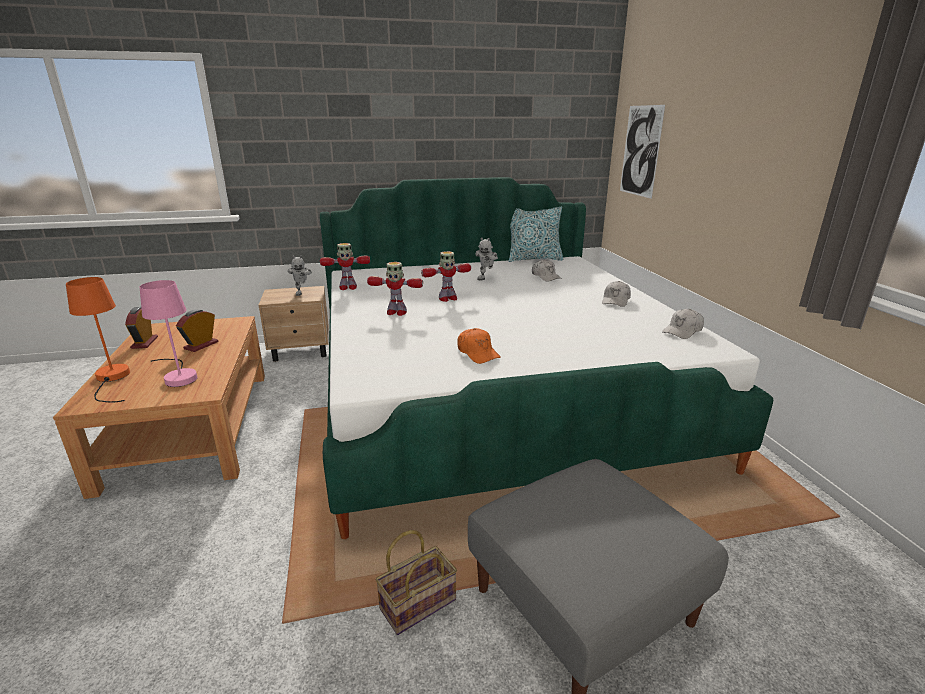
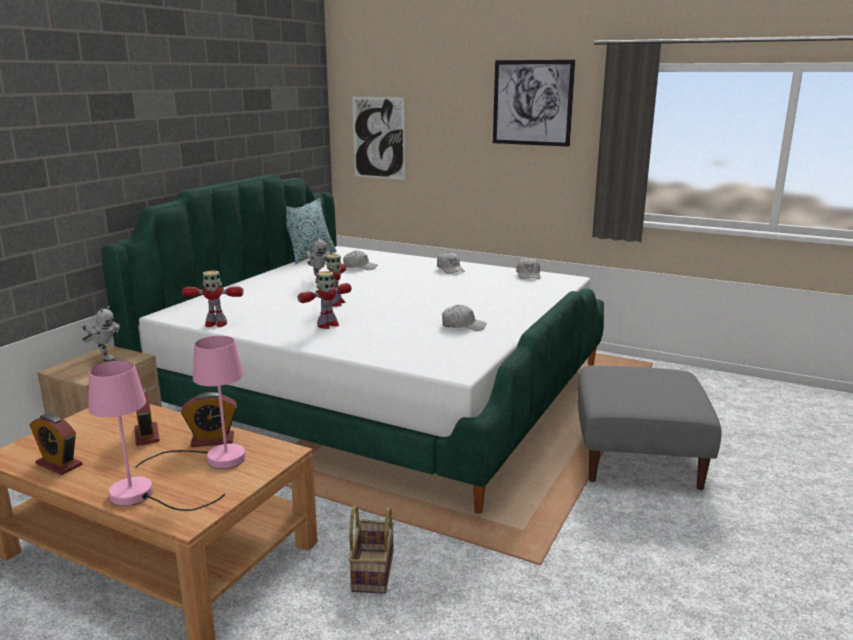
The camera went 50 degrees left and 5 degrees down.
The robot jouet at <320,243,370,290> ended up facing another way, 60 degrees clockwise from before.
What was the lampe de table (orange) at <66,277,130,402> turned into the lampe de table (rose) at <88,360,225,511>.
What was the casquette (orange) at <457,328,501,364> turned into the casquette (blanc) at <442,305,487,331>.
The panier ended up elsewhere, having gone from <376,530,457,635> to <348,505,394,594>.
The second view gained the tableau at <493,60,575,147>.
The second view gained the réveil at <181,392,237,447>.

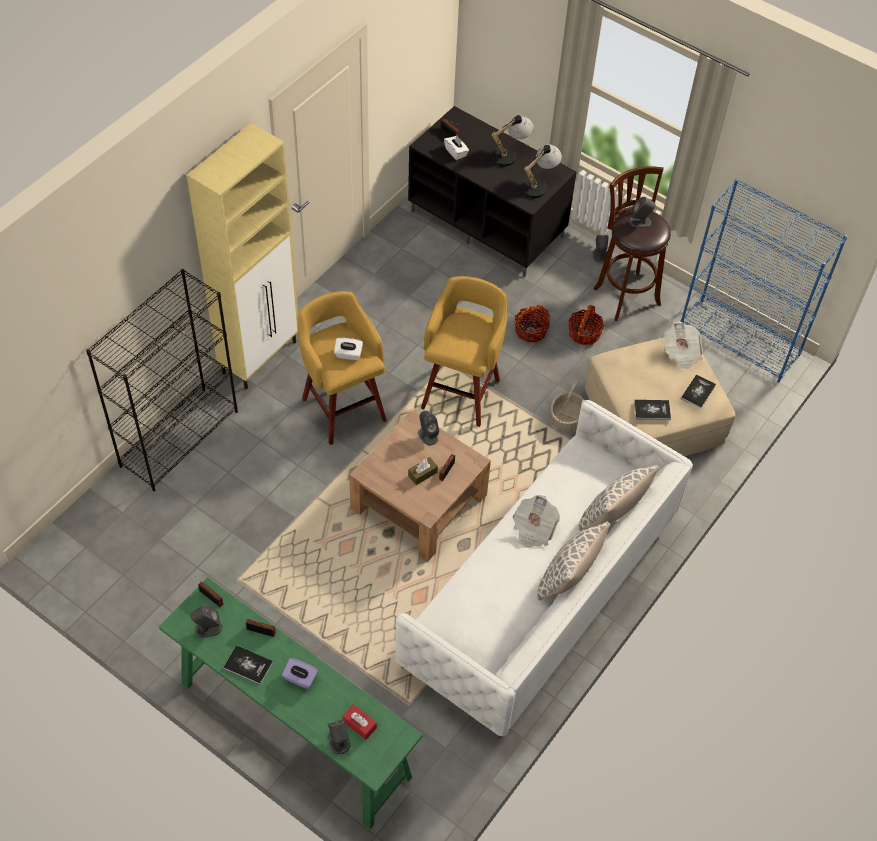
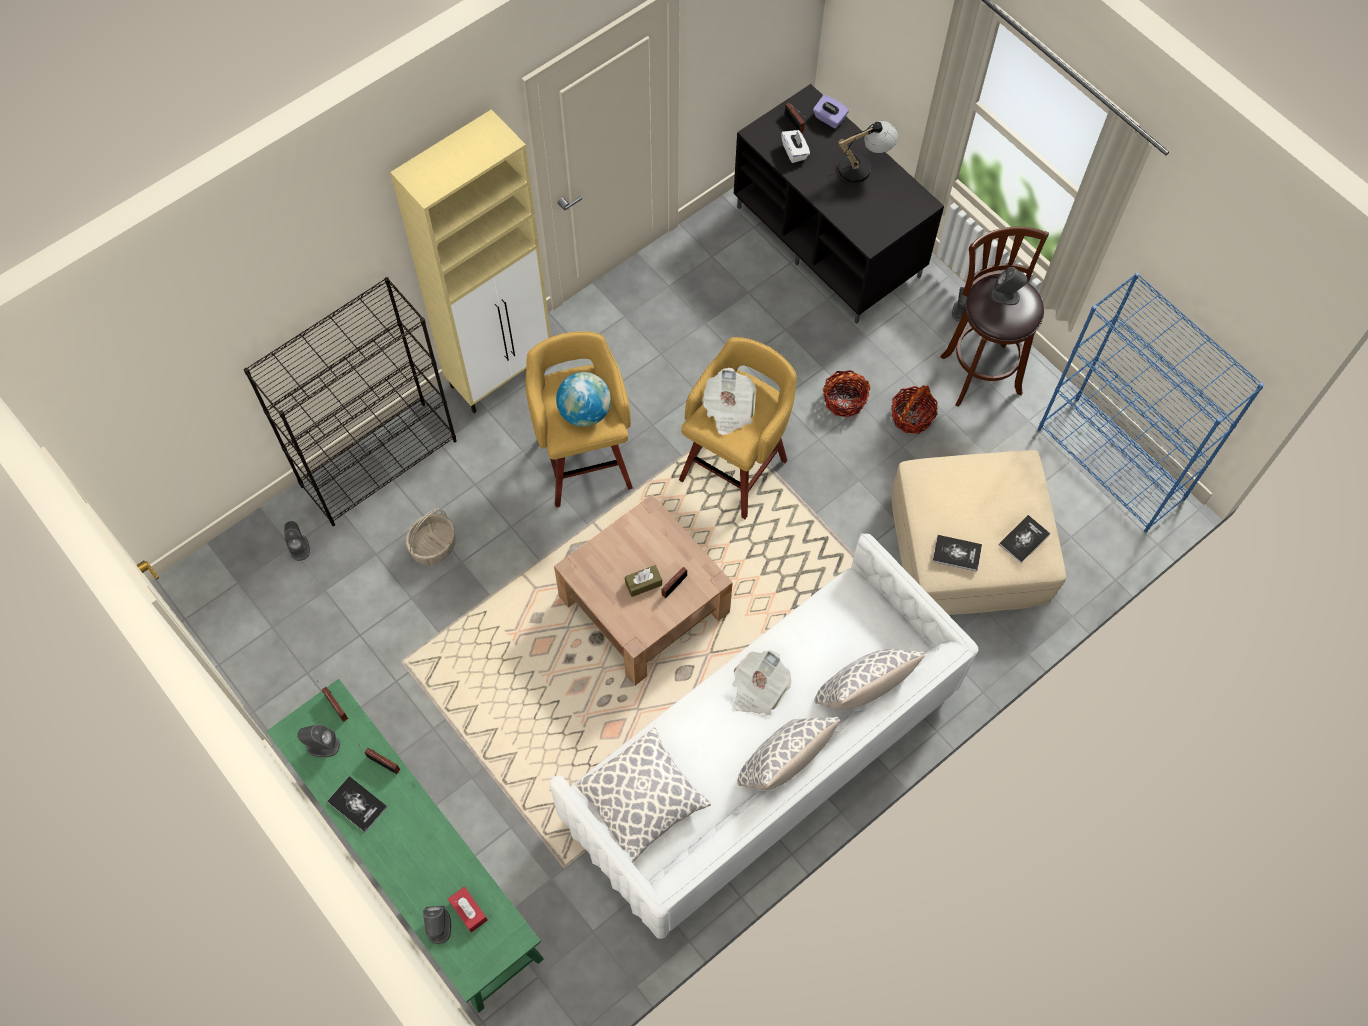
The camera went 15 degrees right and 10 degrees up.
The second view lost the lampe de table at <519,144,562,200>.
The journal ended up elsewhere, having gone from <664,321,703,371> to <702,368,757,435>.
Where the boîte à mouchoirs (blanc) stood at <334,338,363,360>, the globe came to stand at <556,372,611,427>.
The panier ended up elsewhere, having gone from <550,382,584,432> to <406,509,455,565>.
The enceinte (gris) ended up elsewhere, having gone from <418,411,439,445> to <284,521,310,561>.
The boîte à mouchoirs (violet) ended up elsewhere, having gone from <282,658,318,689> to <813,95,849,129>.
The second view gained the coussin at <575,728,711,863>.

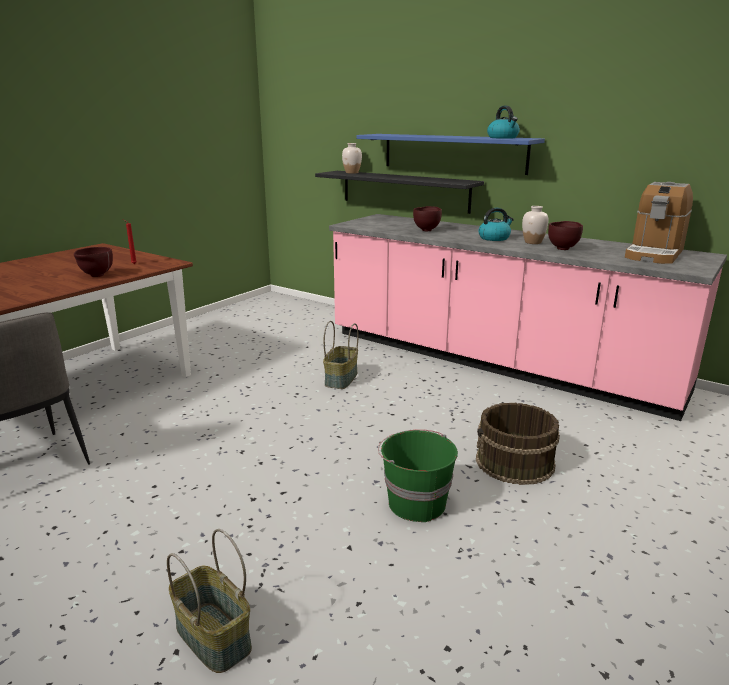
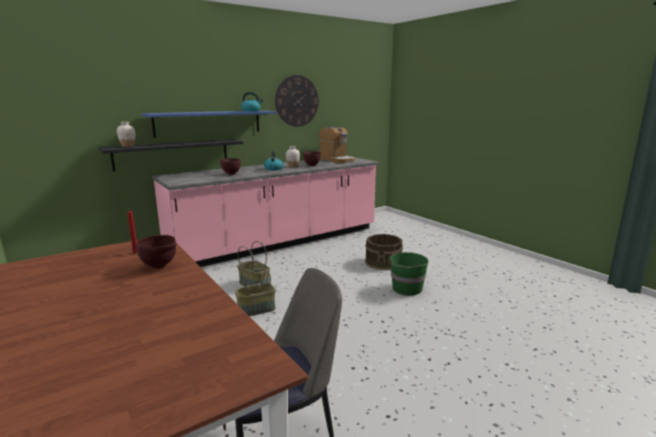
The camera went 70 degrees left and 5 degrees down.
The panier ended up elsewhere, having gone from <167,529,252,673> to <235,260,276,316>.
The second view gained the horloge murale at <275,75,319,127>.

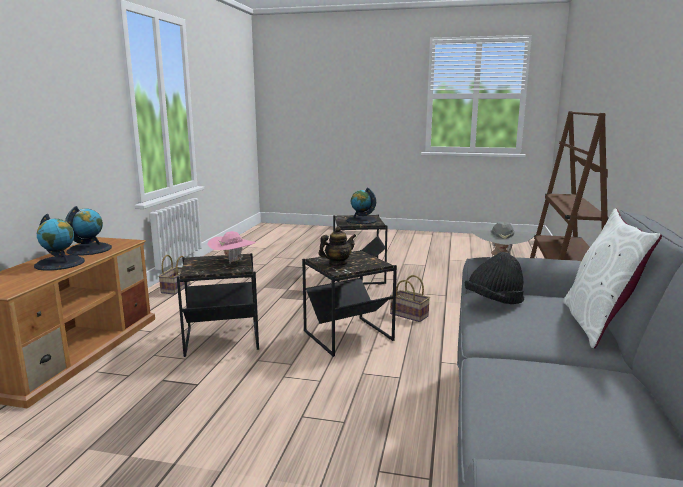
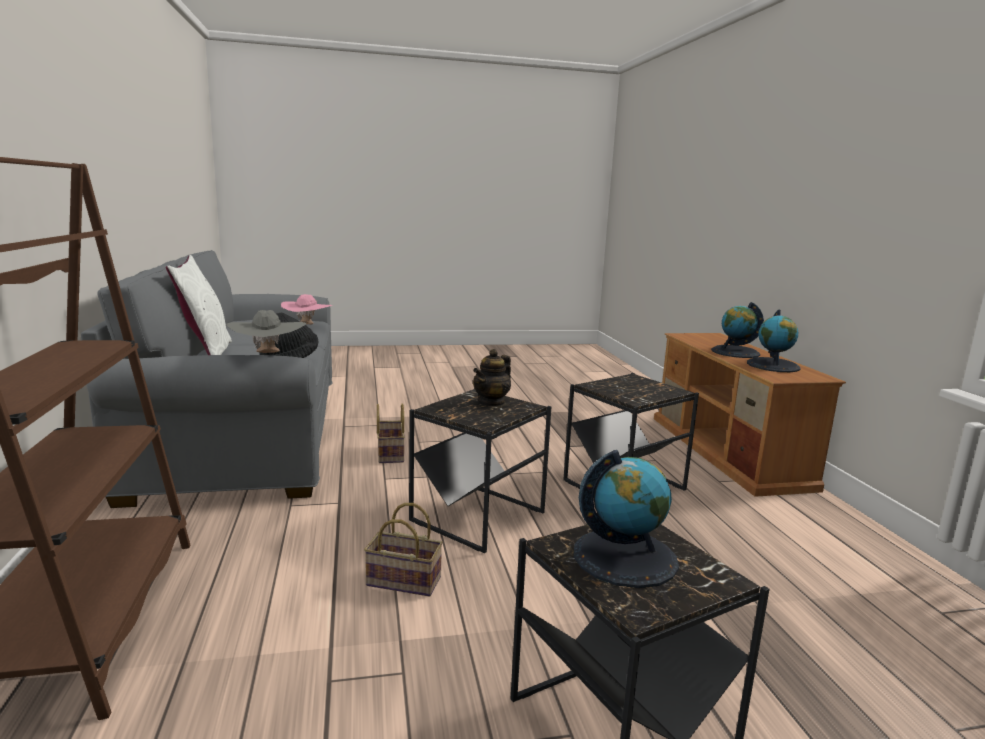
The camera went 155 degrees right and 0 degrees up.
The chapeau (rose) ended up elsewhere, having gone from <207,231,256,263> to <281,294,332,325>.
The panier ended up elsewhere, having gone from <158,255,191,294> to <377,403,405,463>.

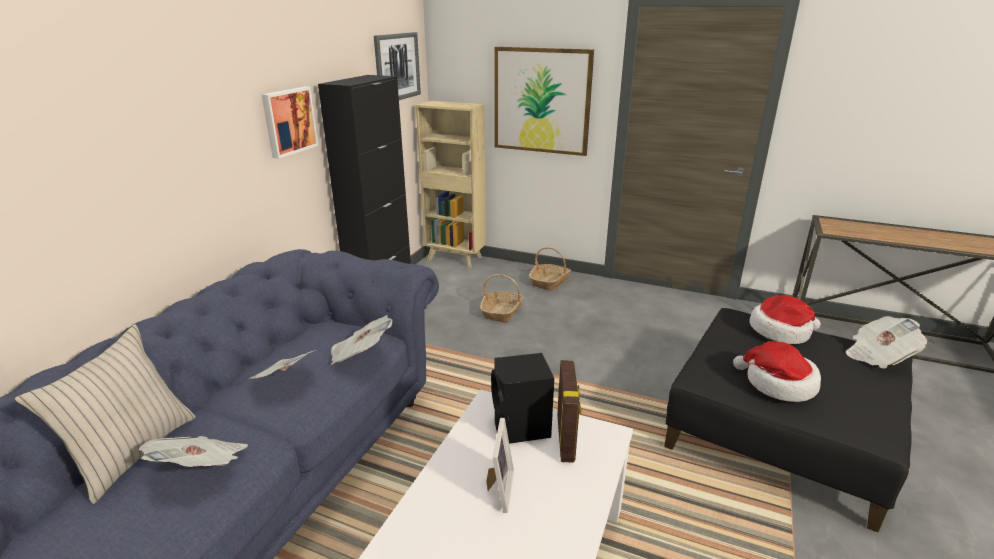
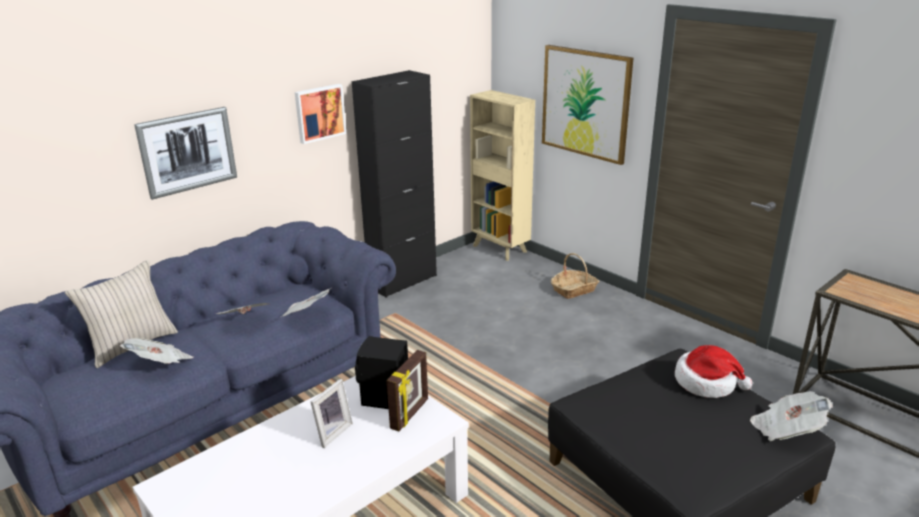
The camera went 25 degrees right and 0 degrees up.
The tableau ended up elsewhere, having gone from <374,32,421,100> to <134,107,237,200>.
The second view lost the panier at <480,274,524,323>.
The second view lost the chapeau at <733,341,821,402>.

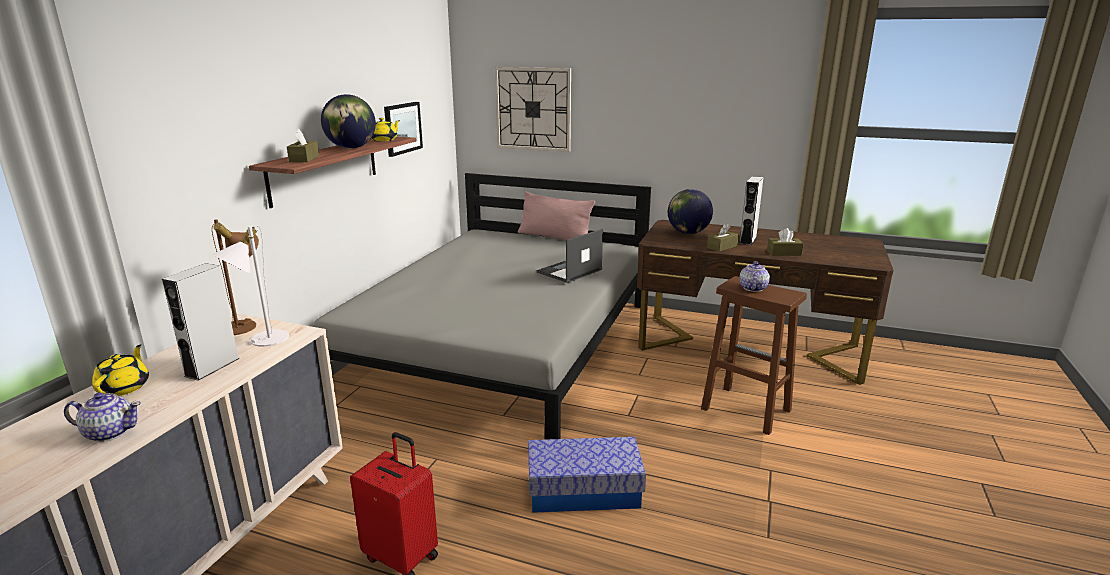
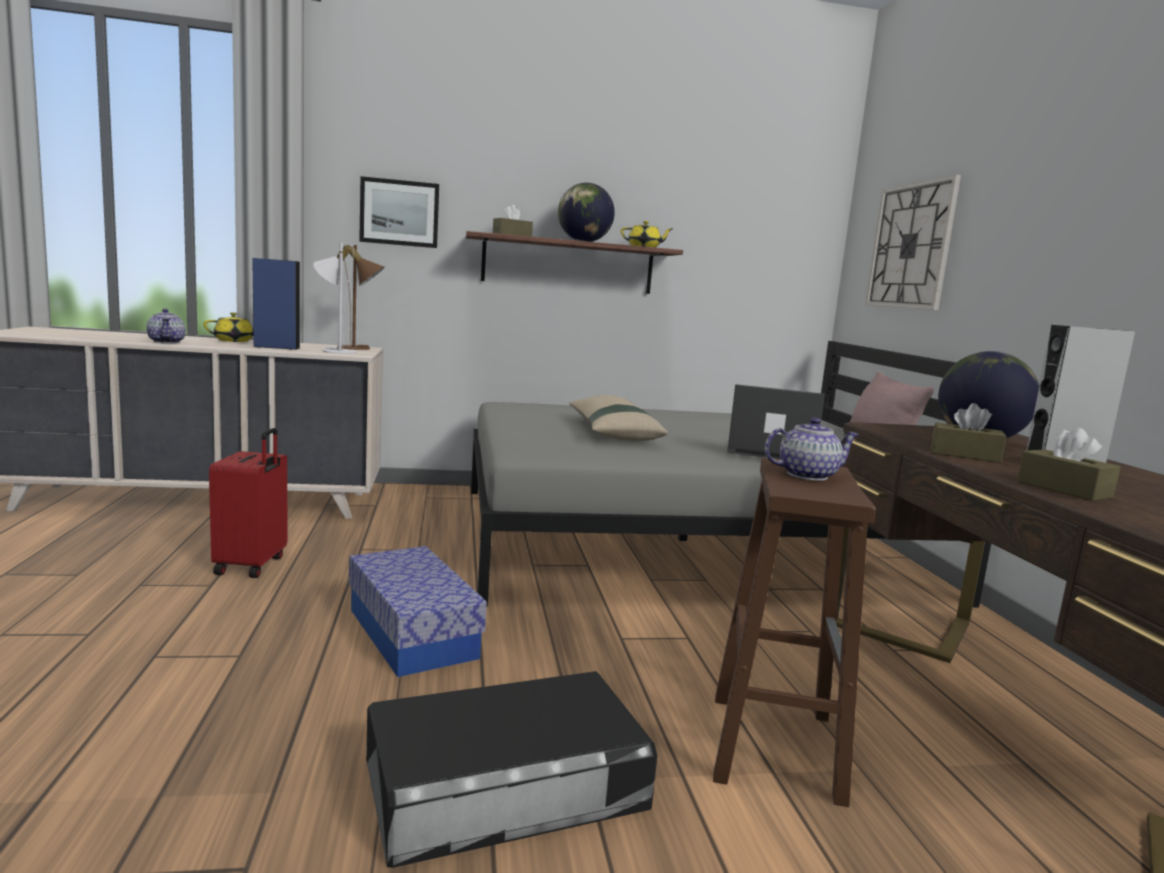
The camera went 60 degrees right and 10 degrees down.
The tableau ended up elsewhere, having gone from <384,102,423,157> to <359,176,439,248>.
What was the enceinte (gris) at <162,263,240,381> turned into the enceinte (bleu) at <252,258,300,350>.
The second view gained the coussin (beige) at <569,395,668,441>.
The second view gained the boîte de rangement (noir) at <366,671,657,868>.

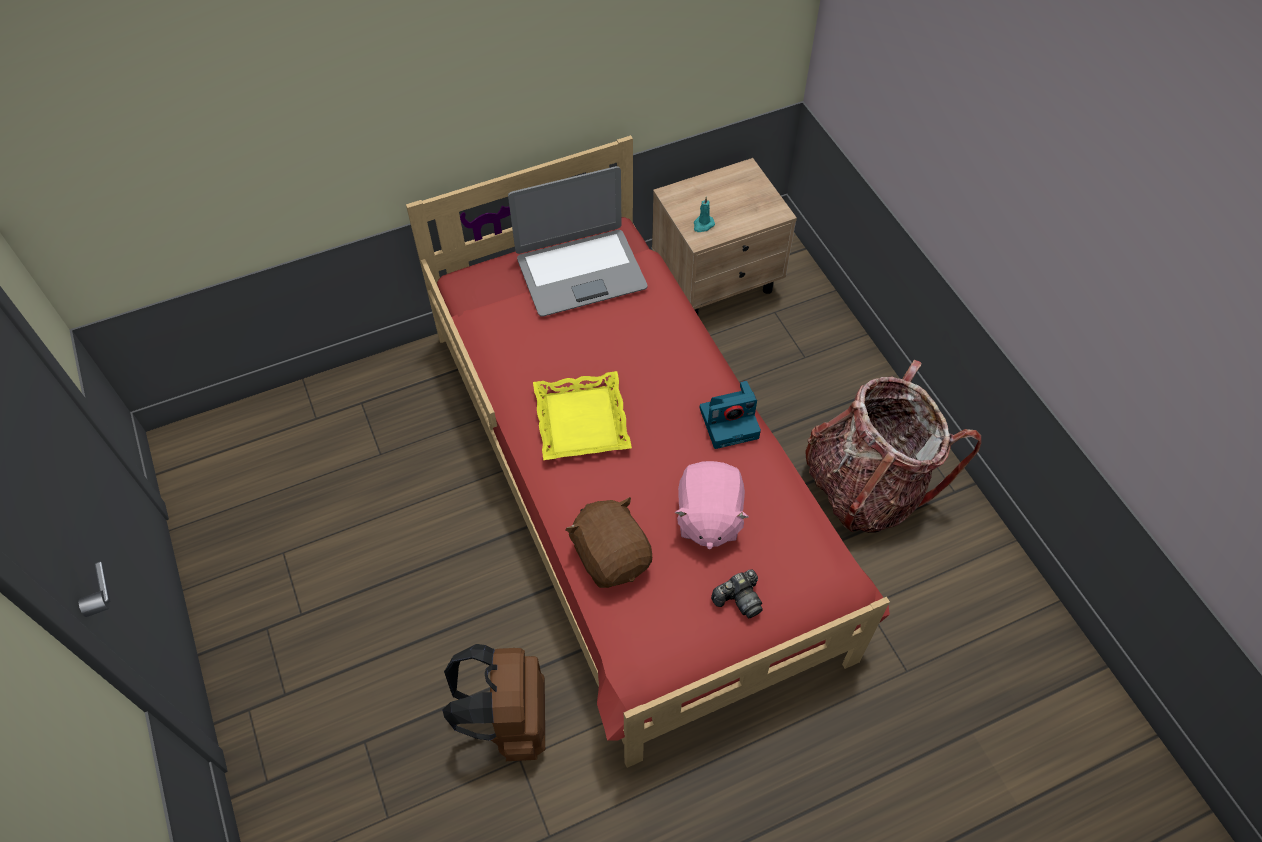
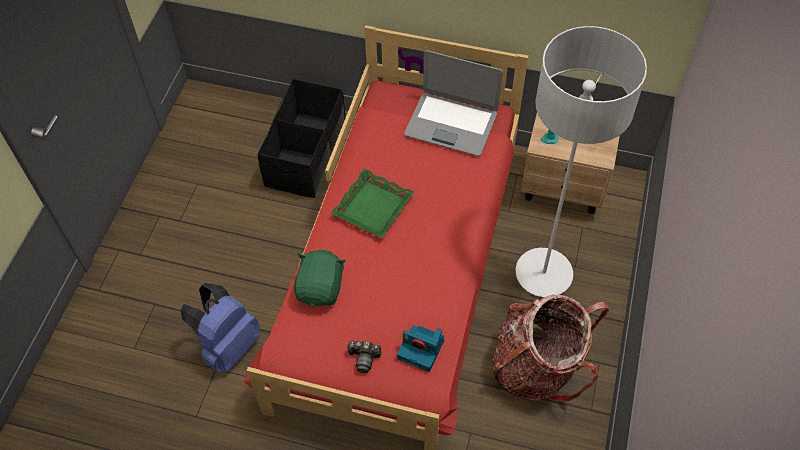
The camera went 40 degrees right and 0 degrees up.
What was the plateau (jaune) at <533,371,632,460> turned into the plateau (vert) at <330,168,414,238>.
The appareil photo ended up elsewhere, having gone from <700,381,761,449> to <397,325,445,372>.
The second view lost the peluche (rose) at <674,461,749,549>.
What was the peluche (marron) at <565,497,652,588> turned into the peluche (vert) at <294,250,345,307>.
What was the sac à dos (marron) at <442,644,545,761> turned into the sac à dos (bleu) at <181,283,260,373>.
The second view gained the lampadaire (gris) at <516,26,647,297>.
The second view gained the boîte de rangement (noir) at <258,79,345,198>.

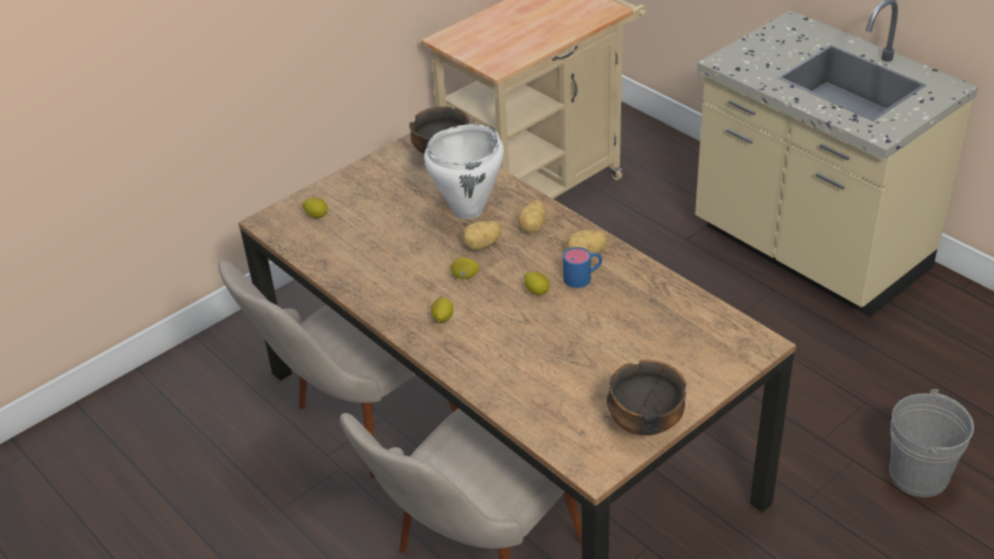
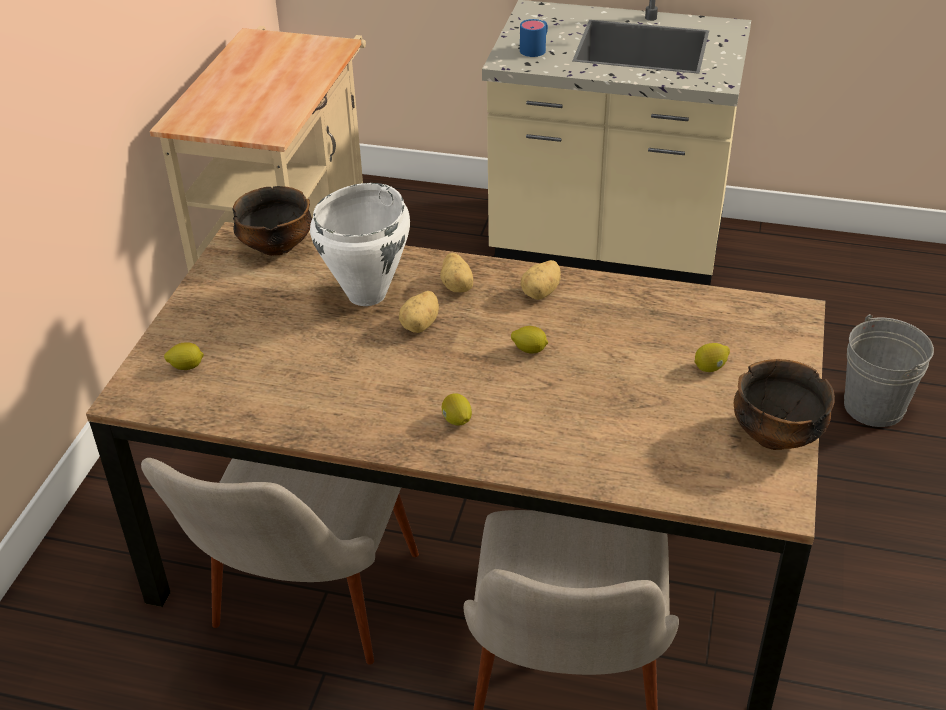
The camera went 35 degrees left and 0 degrees up.
The mug (bleu) ended up elsewhere, having gone from <563,247,602,288> to <520,19,548,57>.
The citron ended up elsewhere, having gone from <450,257,479,279> to <694,343,730,372>.

